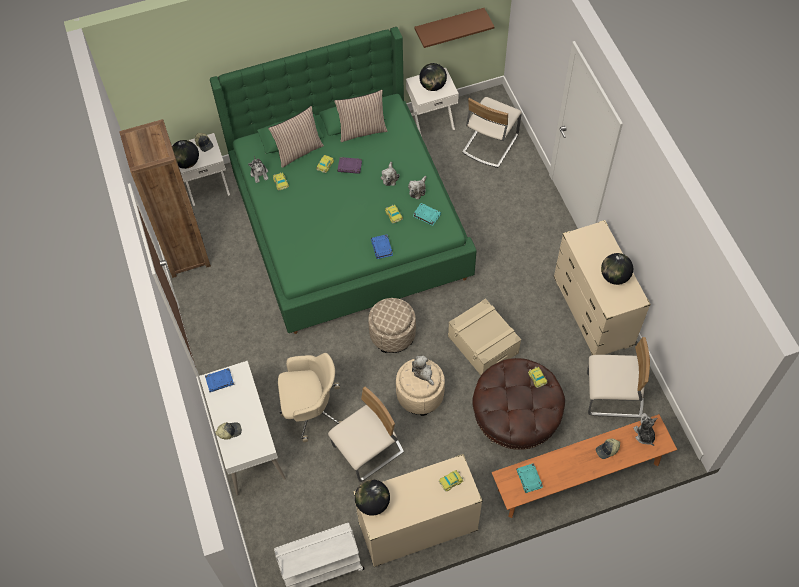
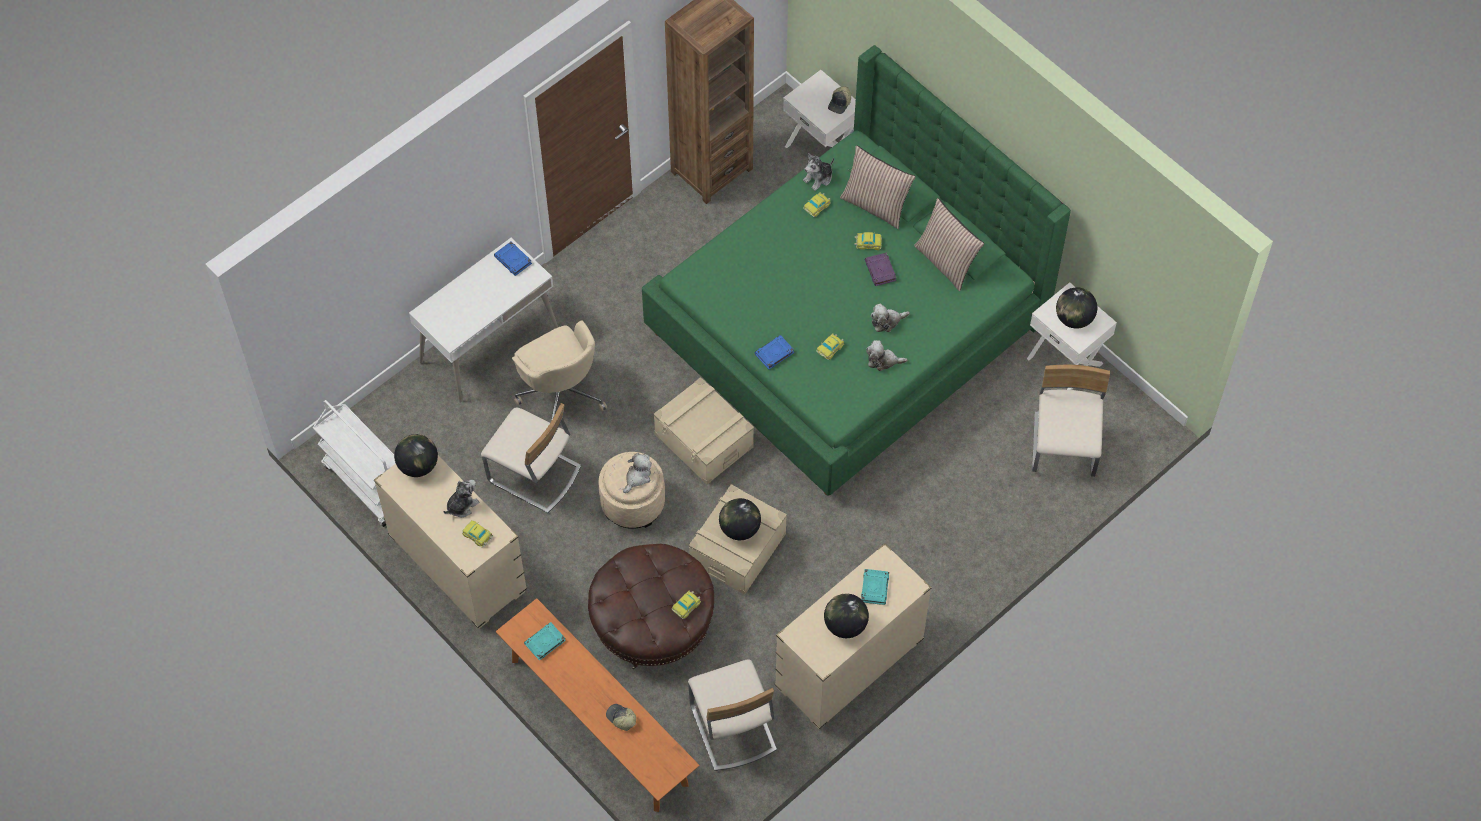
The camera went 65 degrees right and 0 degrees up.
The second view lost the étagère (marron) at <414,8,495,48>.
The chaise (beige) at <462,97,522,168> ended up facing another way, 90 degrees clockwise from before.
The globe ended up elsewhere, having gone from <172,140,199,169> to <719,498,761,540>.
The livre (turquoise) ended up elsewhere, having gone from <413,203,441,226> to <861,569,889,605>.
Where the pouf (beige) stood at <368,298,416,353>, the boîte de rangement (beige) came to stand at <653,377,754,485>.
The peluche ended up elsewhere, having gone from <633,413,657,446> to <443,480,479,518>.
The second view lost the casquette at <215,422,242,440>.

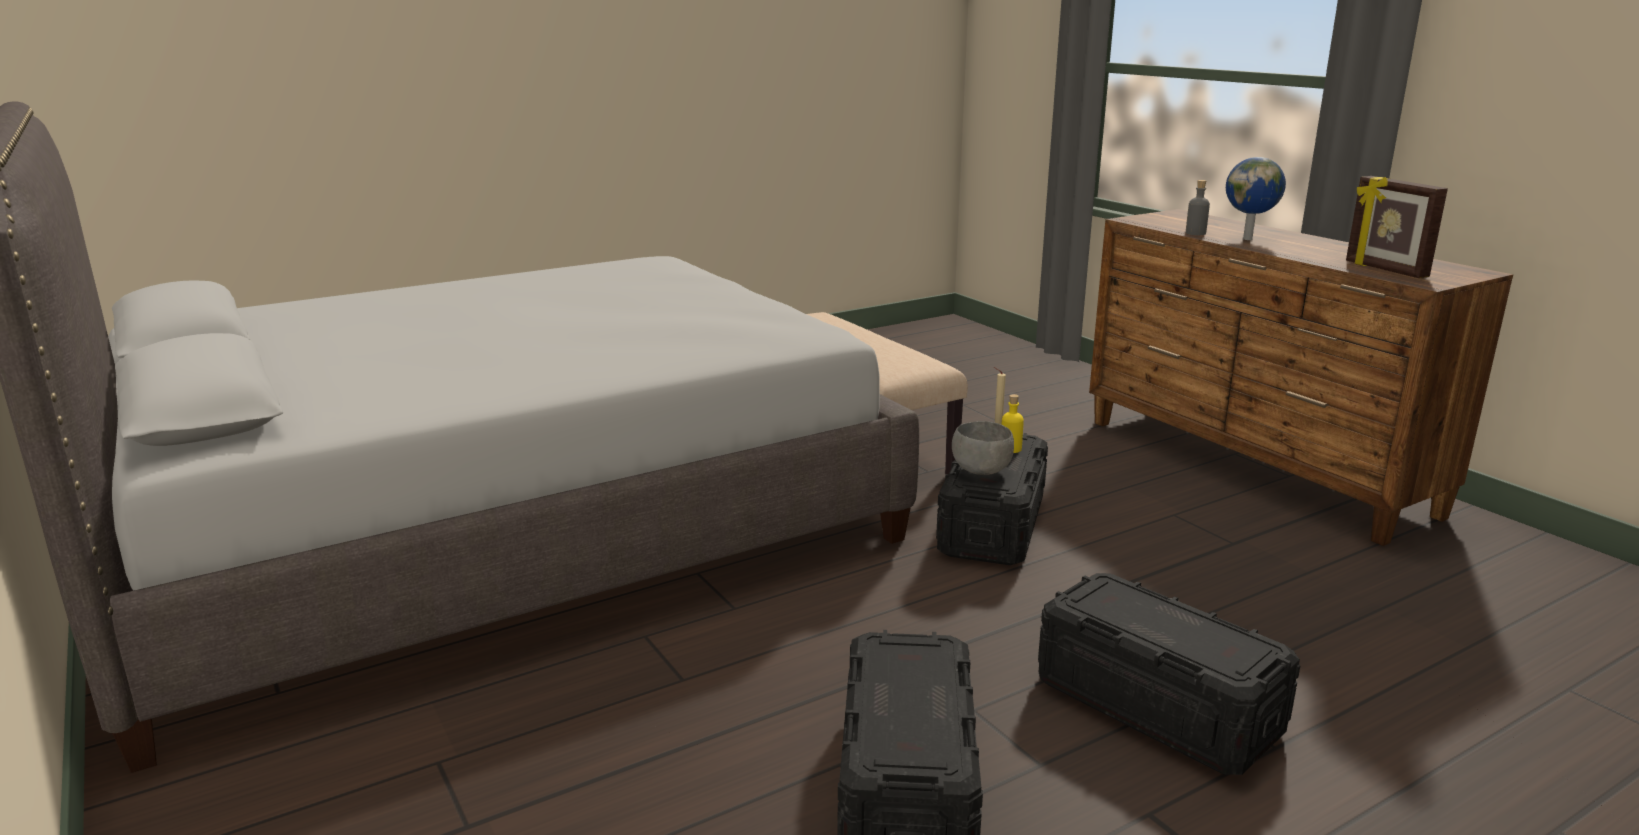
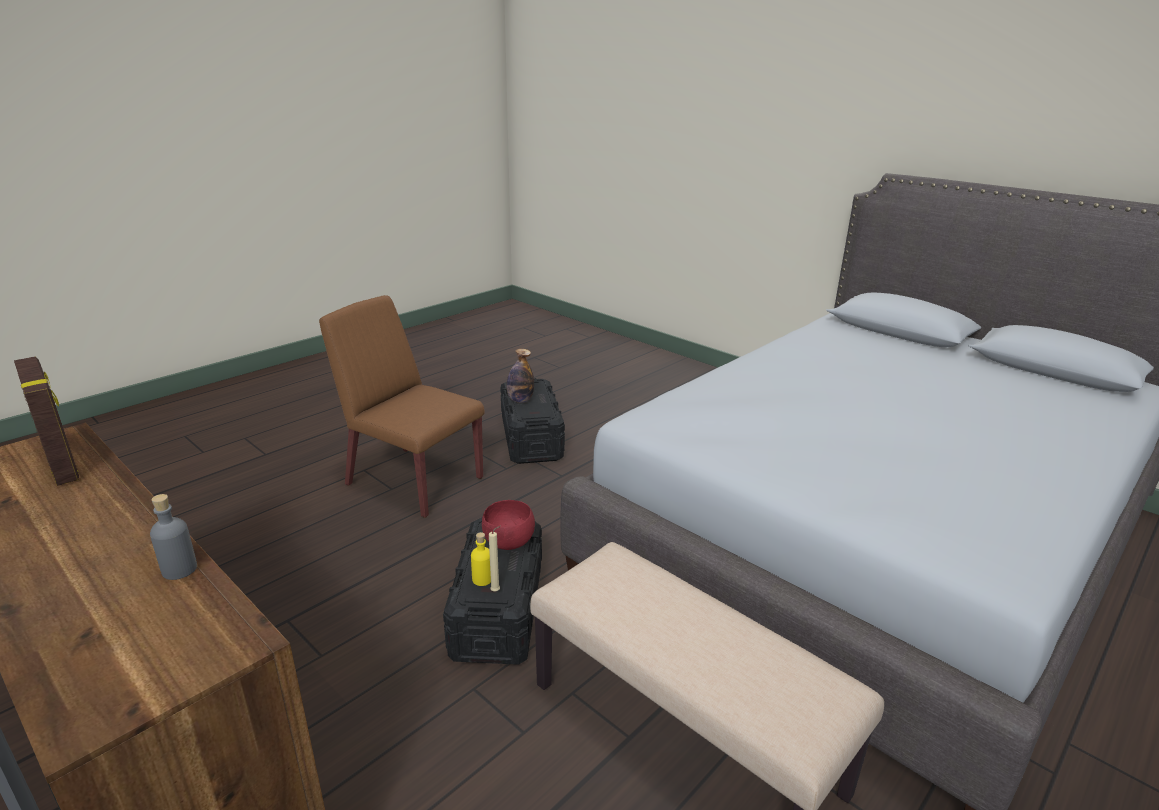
The camera went 165 degrees right and 5 degrees up.
The second view lost the globe at <1226,157,1286,240>.
What was the bol (gris) at <952,421,1014,475> turned into the bol (rouge) at <482,500,535,550>.
Where the boîte de rangement (noir) stood at <1038,573,1301,775>, the chaise (marron) came to stand at <319,295,485,518>.
The second view gained the bouteille at <507,349,534,403>.

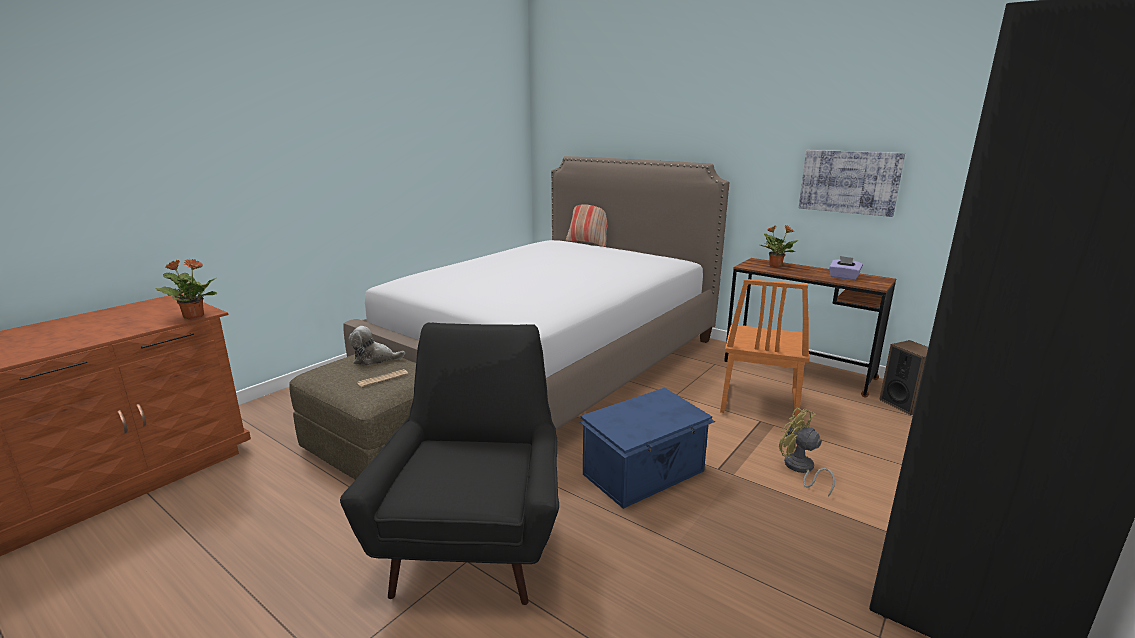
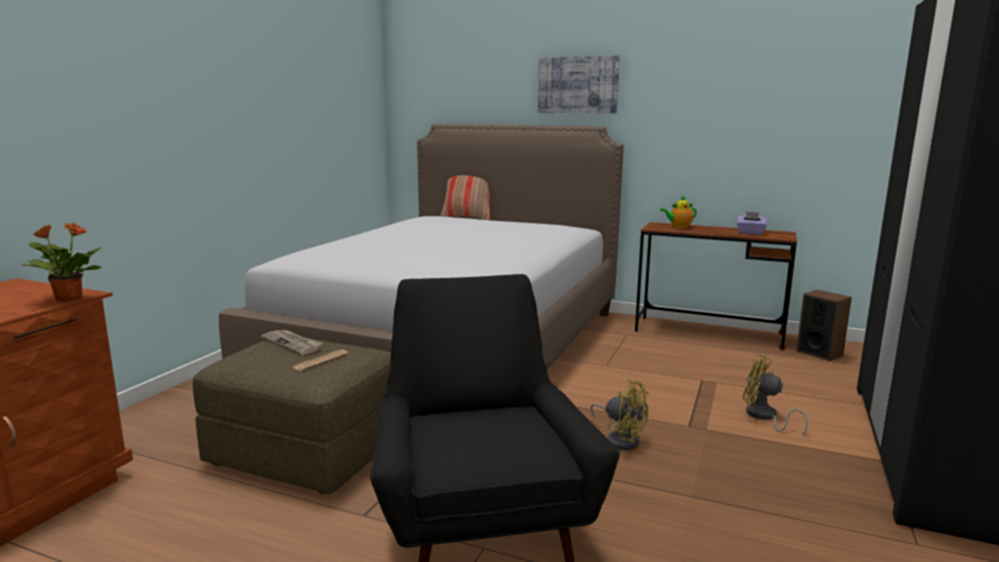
The camera went 15 degrees left and 5 degrees down.
The tableau ended up elsewhere, having gone from <799,150,905,217> to <538,55,620,114>.
Where the plante en pot stood at <760,225,798,267>, the théière came to stand at <660,196,697,228>.
The second view lost the chaise (orange) at <720,279,810,416>.
Where the peluche stood at <348,326,405,366>, the journal came to stand at <261,330,323,355>.
Where the boîte de rangement (bleu) stood at <580,388,715,509>, the ventilateur (jaune) came to stand at <590,379,649,450>.

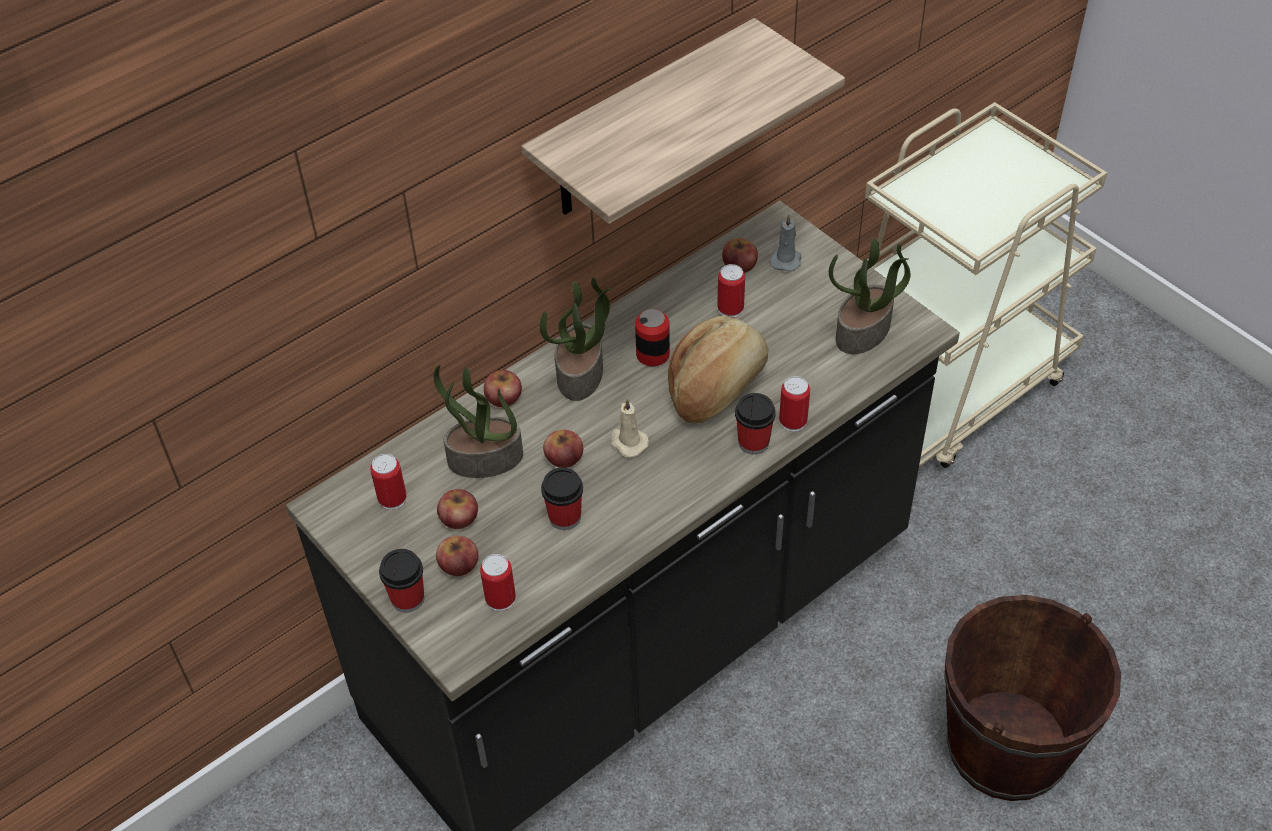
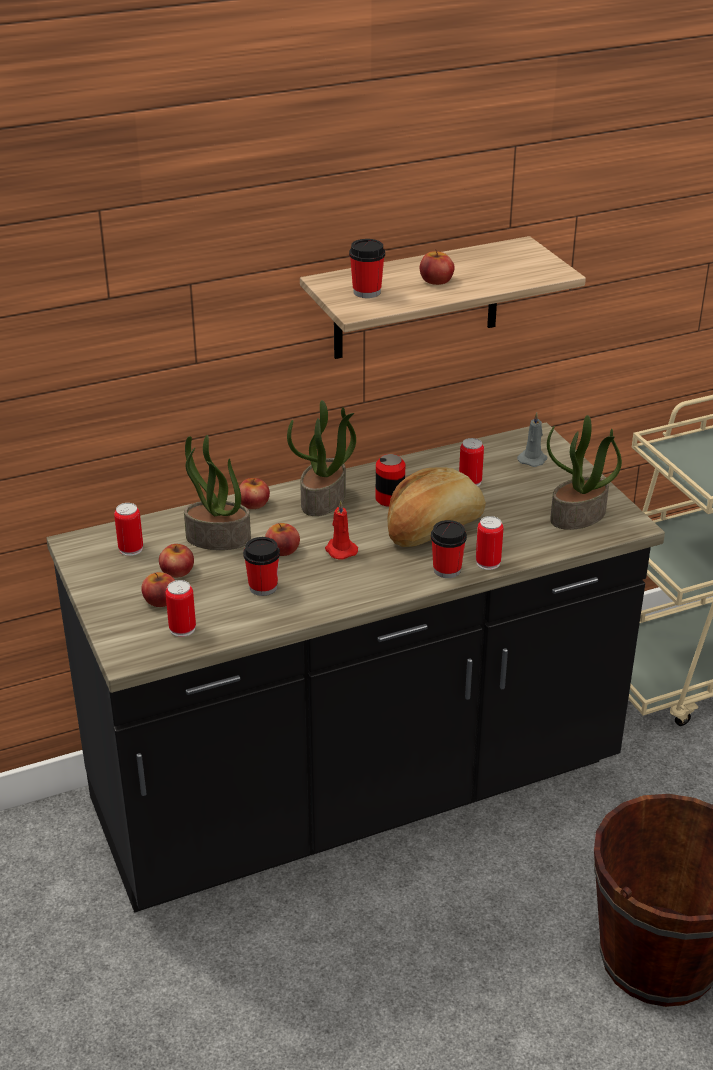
The camera went 15 degrees right and 15 degrees down.
The pomme ended up elsewhere, having gone from <722,238,758,273> to <420,248,455,285>.
What was the bougie (beige) at <611,398,649,457> turned into the bougie (rouge) at <325,500,358,560>.
The tasse ended up elsewhere, having gone from <379,549,424,613> to <349,239,385,298>.

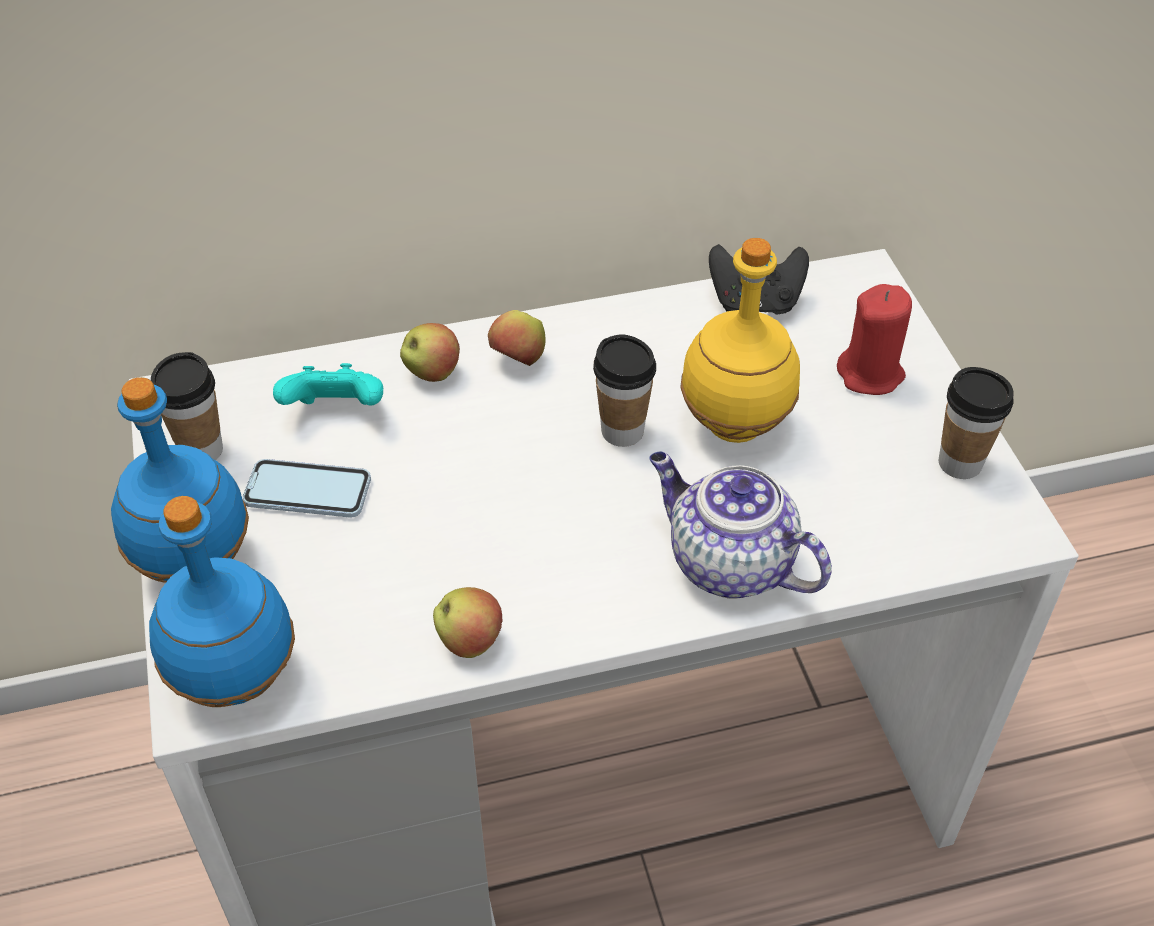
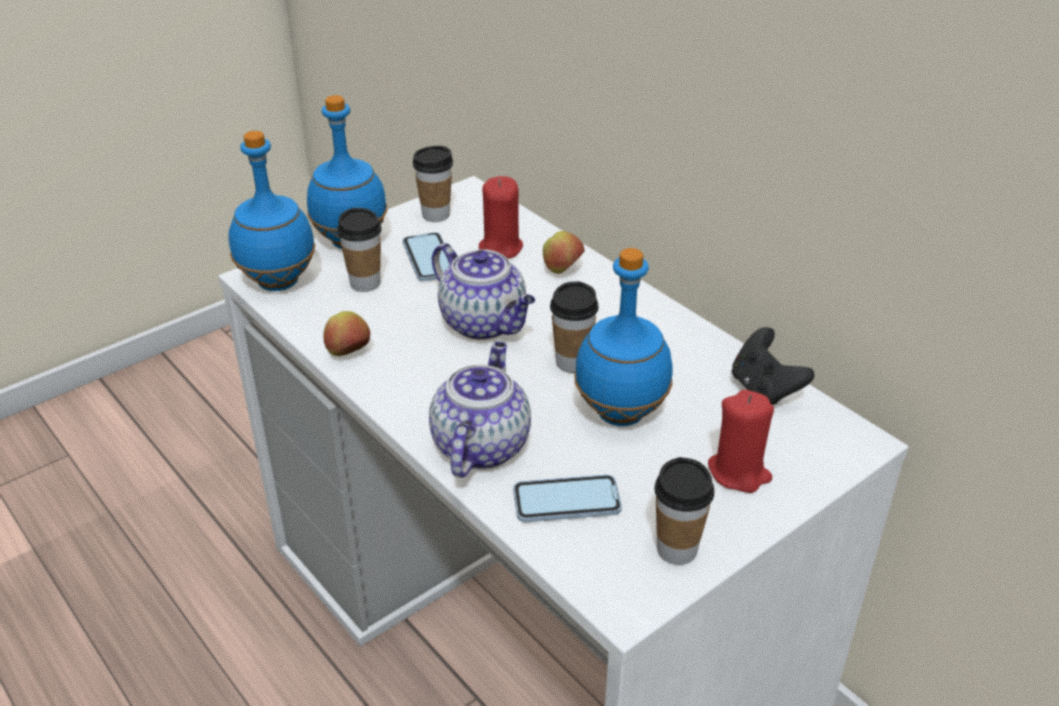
The camera went 65 degrees right and 10 degrees down.
What was the bouteille (jaune) at <680,238,800,443> turned into the bouteille (bleu) at <574,248,673,426>.
The second view lost the pomme at <488,310,545,366>.
Where the manette (turquoise) stood at <273,363,383,405>, the bougie (rouge) came to stand at <479,176,523,258>.
The second view gained the tasse at <337,208,382,292>.
The second view gained the théière at <432,243,535,340>.
The second view gained the téléphone at <513,474,622,522>.

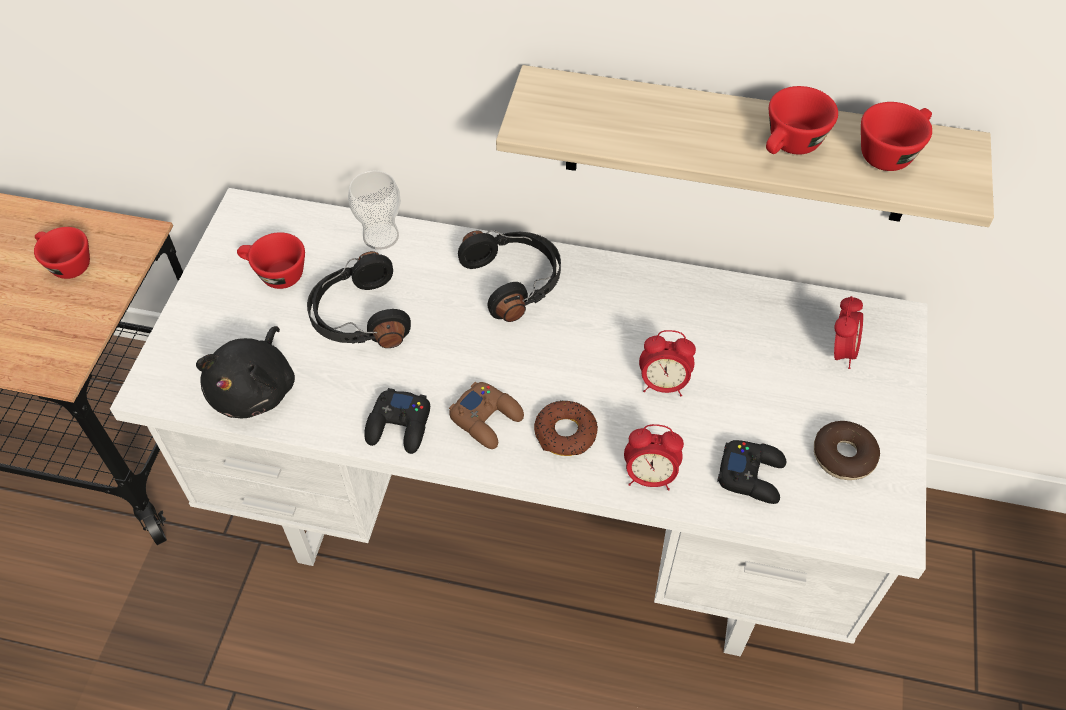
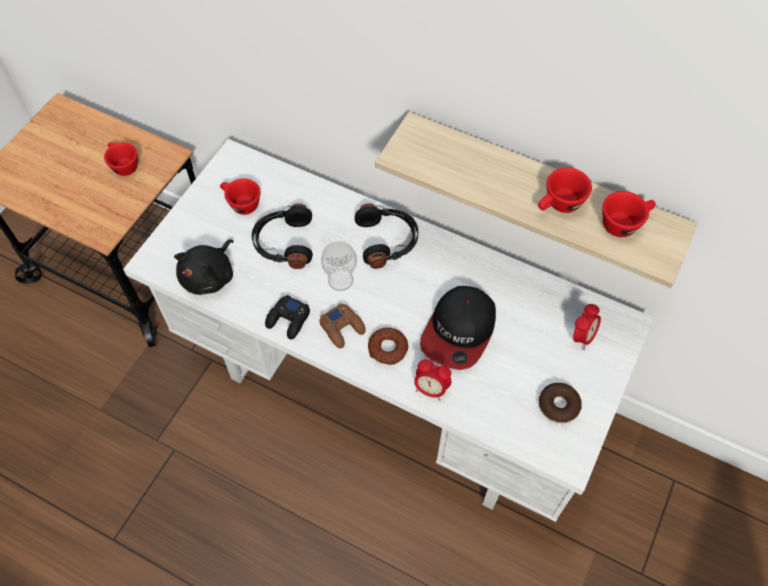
The camera went 15 degrees right and 5 degrees up.
The tasse ended up elsewhere, having gone from <348,170,401,250> to <321,241,357,291>.
Where the réveil stood at <639,330,696,396>, the casquette came to stand at <420,286,496,370>.
The second view lost the manette (noir) at <717,440,786,504>.

